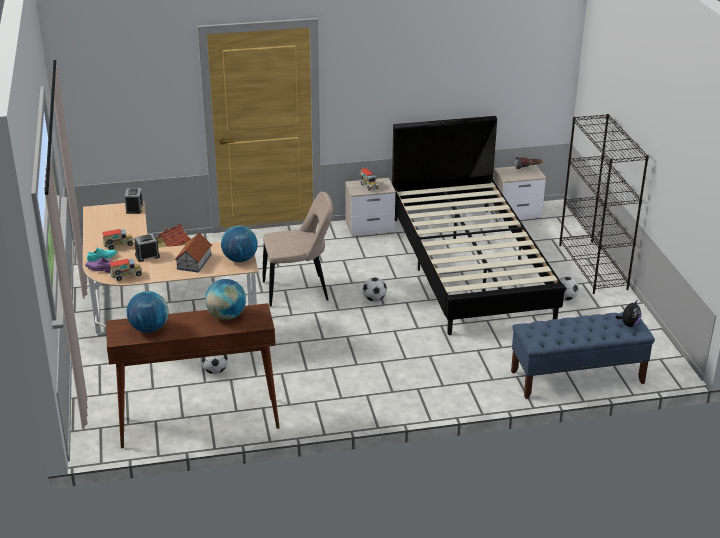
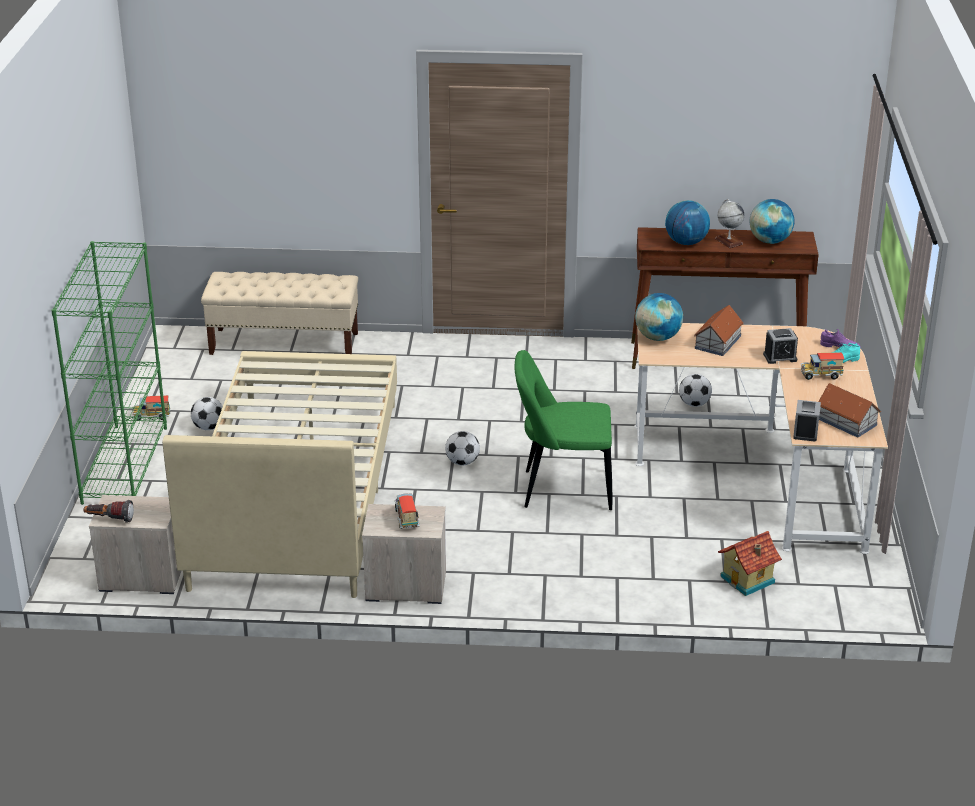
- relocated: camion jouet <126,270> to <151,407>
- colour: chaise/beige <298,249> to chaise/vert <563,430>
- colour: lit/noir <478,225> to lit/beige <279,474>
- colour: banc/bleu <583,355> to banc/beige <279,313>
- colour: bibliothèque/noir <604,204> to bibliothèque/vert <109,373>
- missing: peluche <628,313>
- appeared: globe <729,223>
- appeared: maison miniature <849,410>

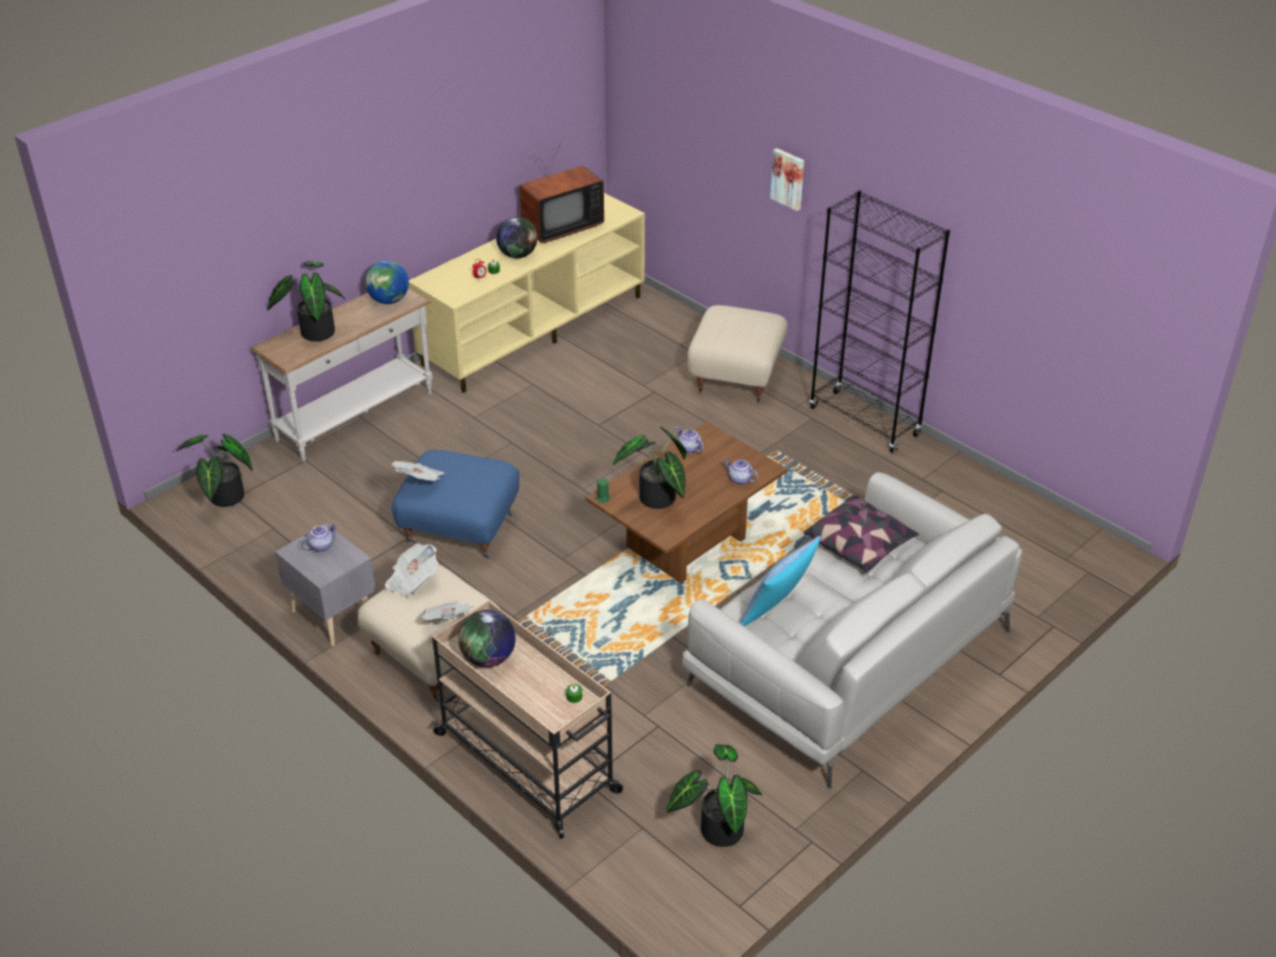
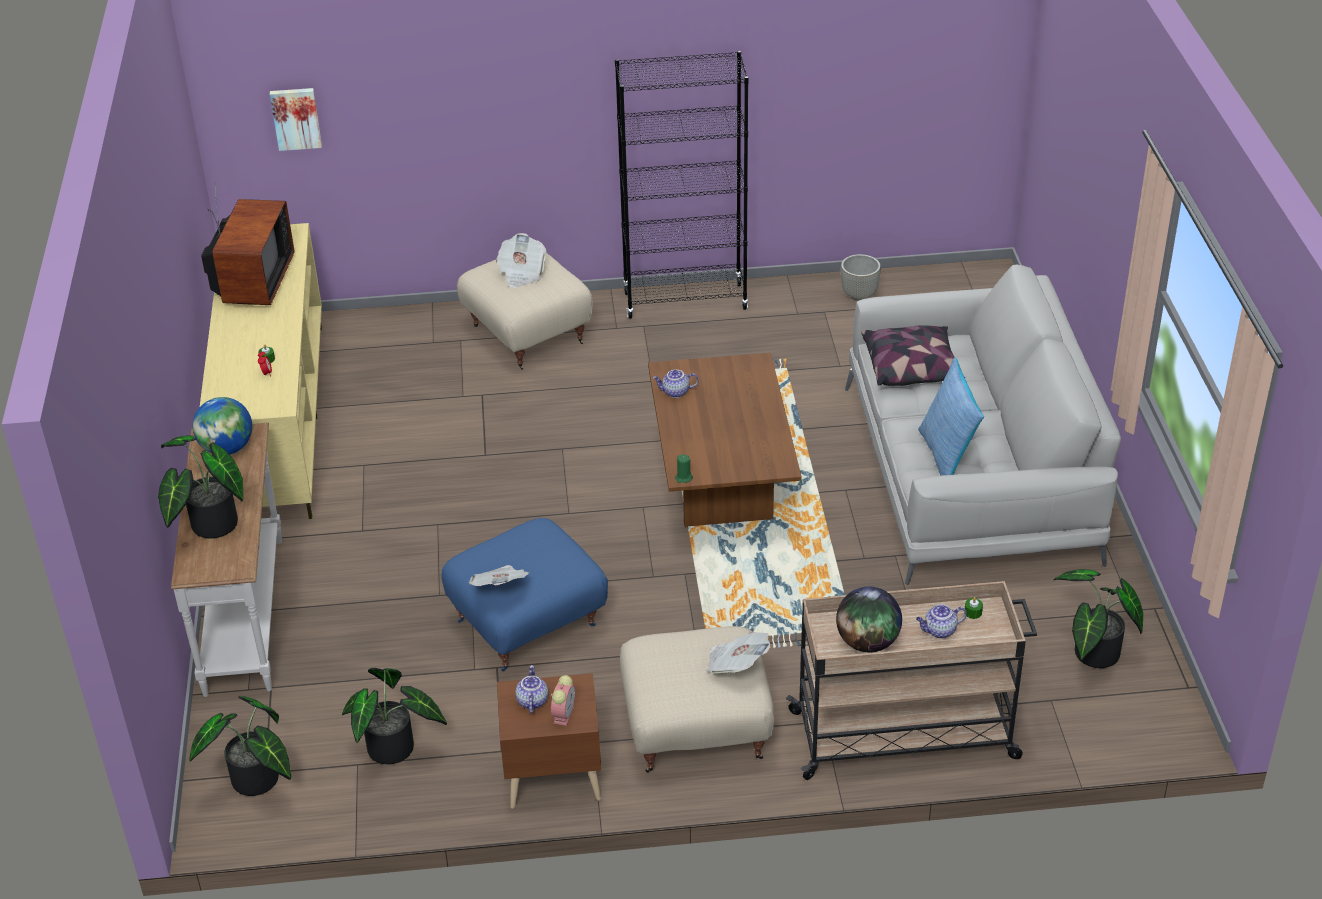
- colour: table de chevet/gris <325,584> to table de chevet/marron <549,741>
- relocated: journal <411,570> to <521,260>
- missing: globe <517,237>
- relocated: plante en pot <649,468> to <394,716>
- relocated: théière <741,471> to <941,621>
- relocated: tableau <787,179> to <296,119>
- appeared: réveil <563,700>
- appeared: cache-pot/gris <861,277>

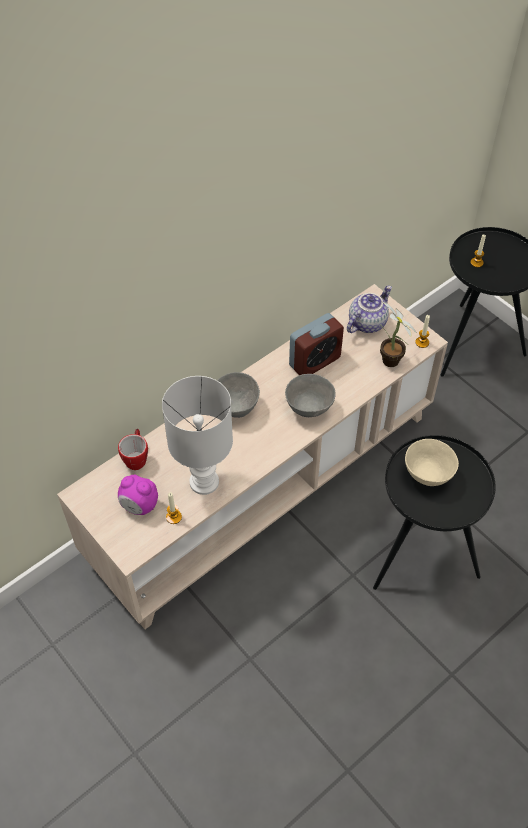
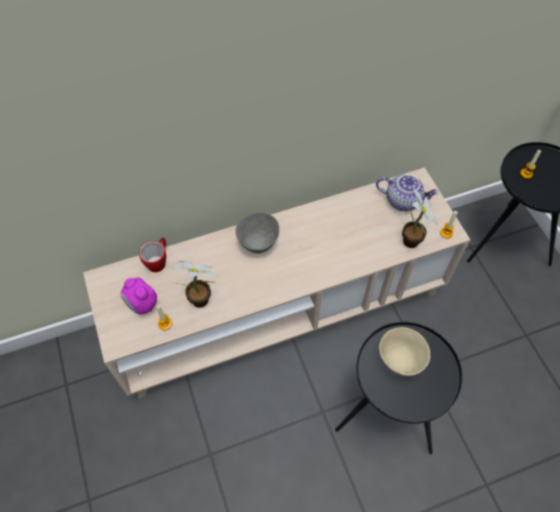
- exchanged: lampe de table/blanc <197,435> to plante en pot <193,284>
- missing: bol/gris <310,395>
- missing: réveil <316,344>
- spun: théière <369,309> = <407,192> 45 degrees clockwise

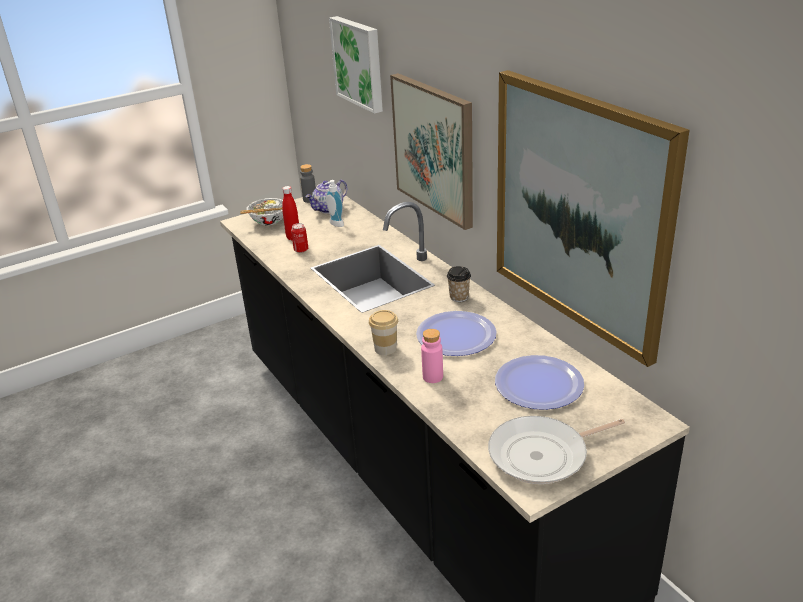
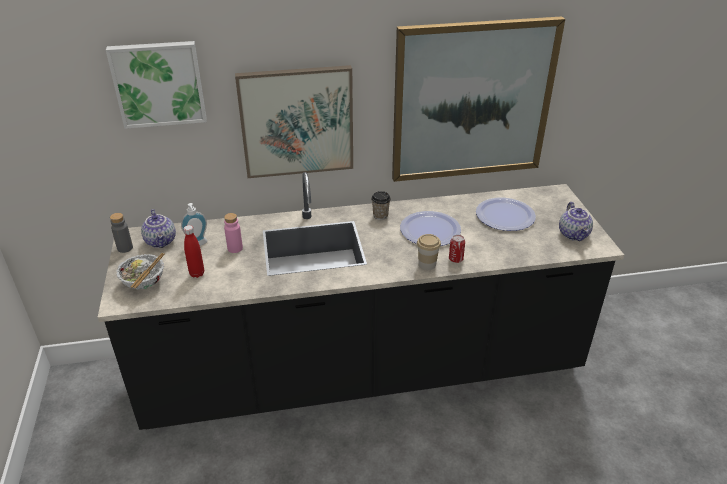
- relocated: boîte métallique <299,238> to <457,249>
- relocated: bouteille/rose <432,356> to <233,233>
- exchanged: poêle <556,450> to théière <576,221>

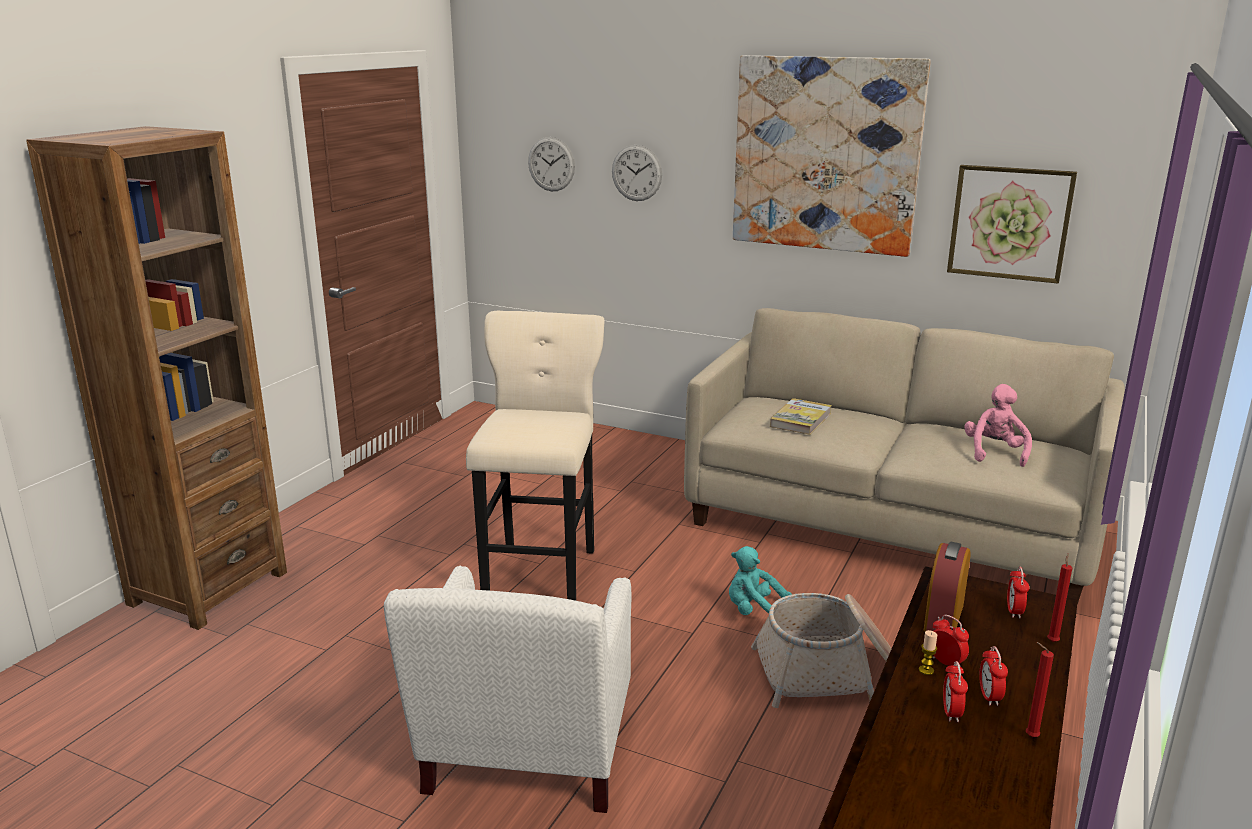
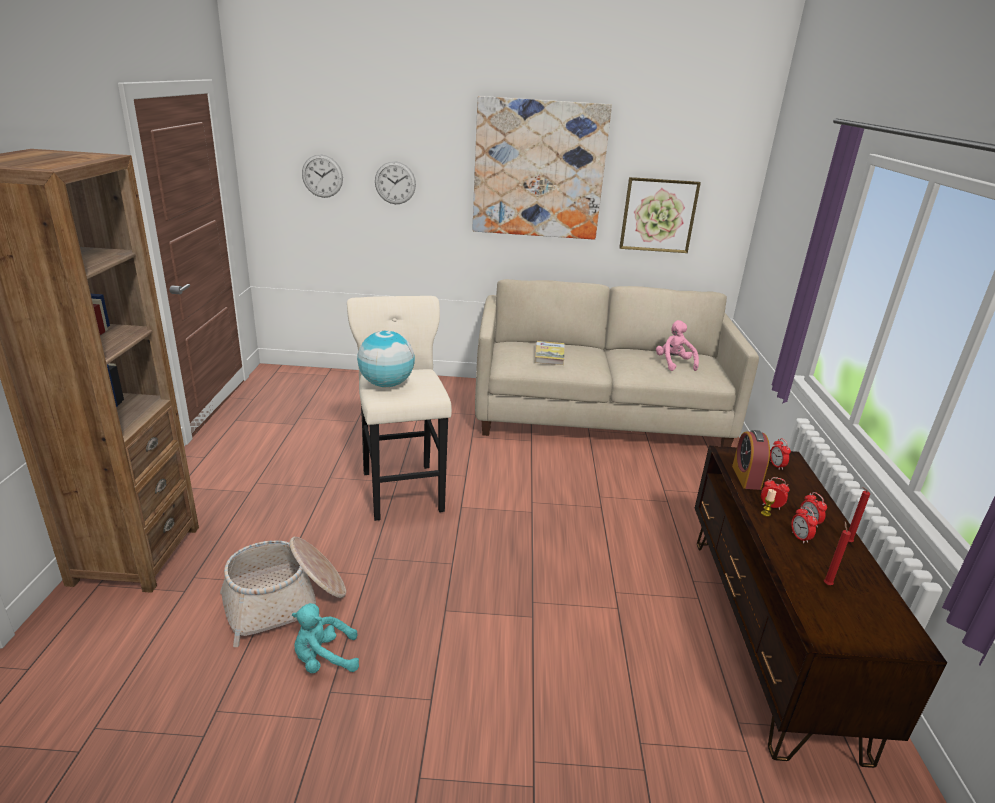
- missing: fauteuil/blanc <508,689>
- relocated: peluche/turquoise <760,580> to <325,638>
- relocated: panier <821,650> to <283,592>
- relocated: bougie/rouge <1059,597> to <837,553>
- appeared: globe <386,359>

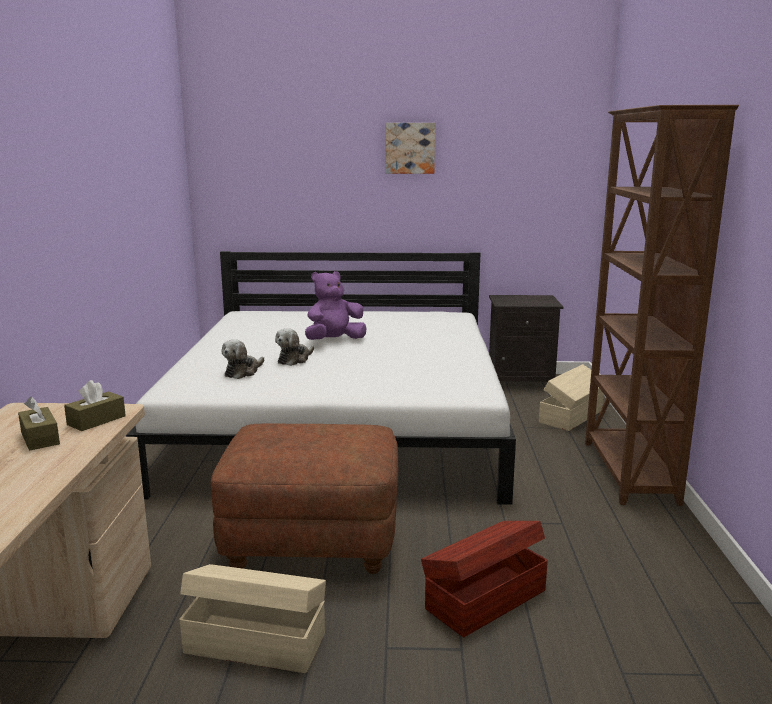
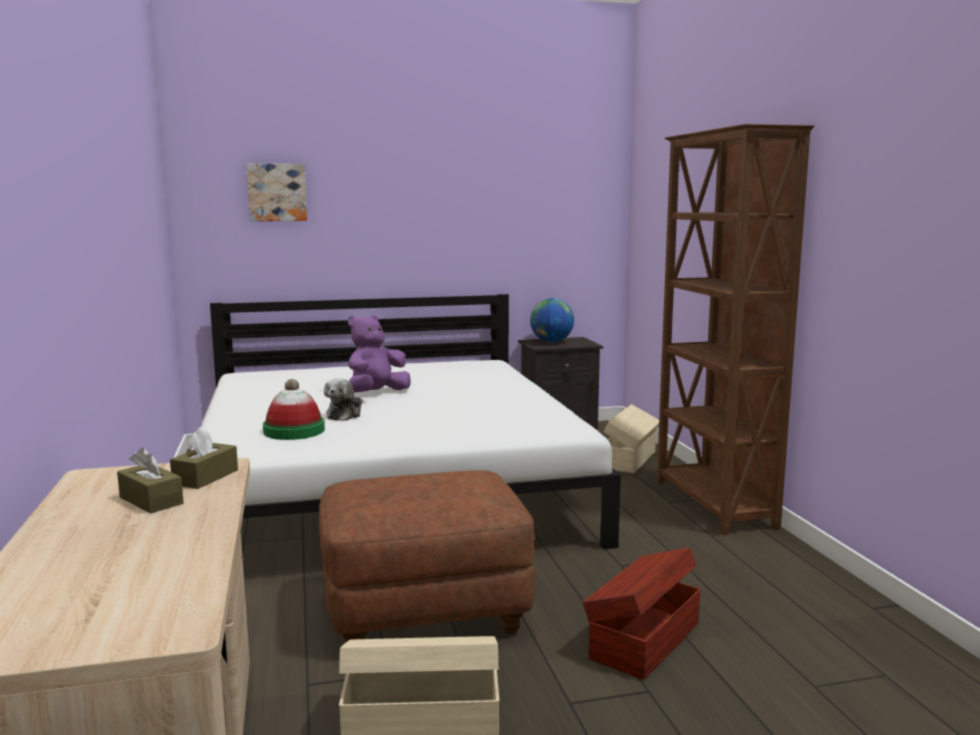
- exchanged: peluche <242,359> to chapeau <294,409>
- relocated: tableau <410,148> to <276,192>
- appeared: globe <552,320>

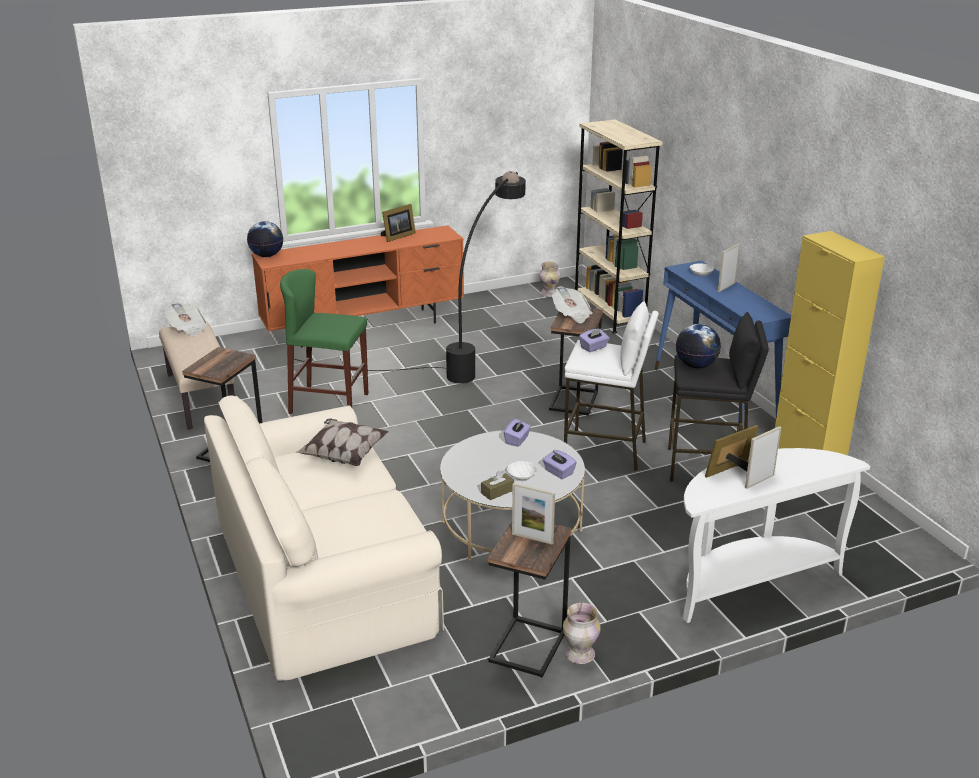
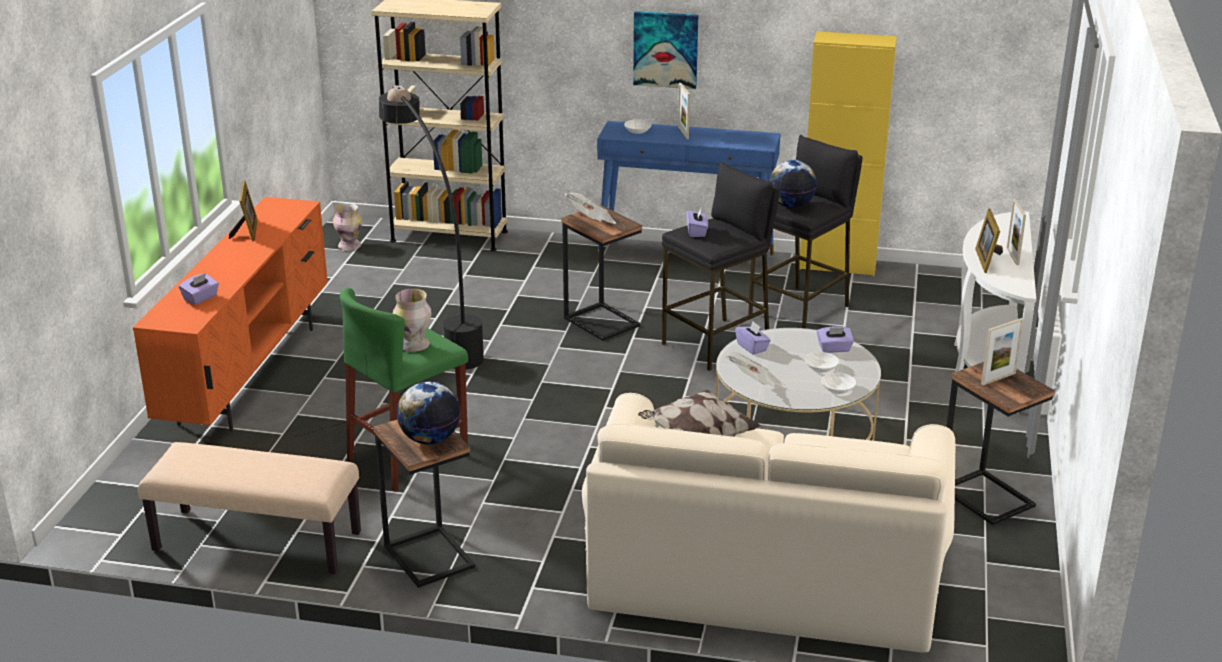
- relocated: journal <186,320> to <755,369>
- relocated: globe <265,239> to <428,413>
- exchanged: boîte à mouchoirs/marron <497,485> to bol/blanc <838,383>
- relocated: vase <581,633> to <412,320>
- colour: tabouret/blanc <611,387> to tabouret/noir <721,266>
- appeared: boîte à mouchoirs/violet <199,289>
- appeared: tableau <665,50>

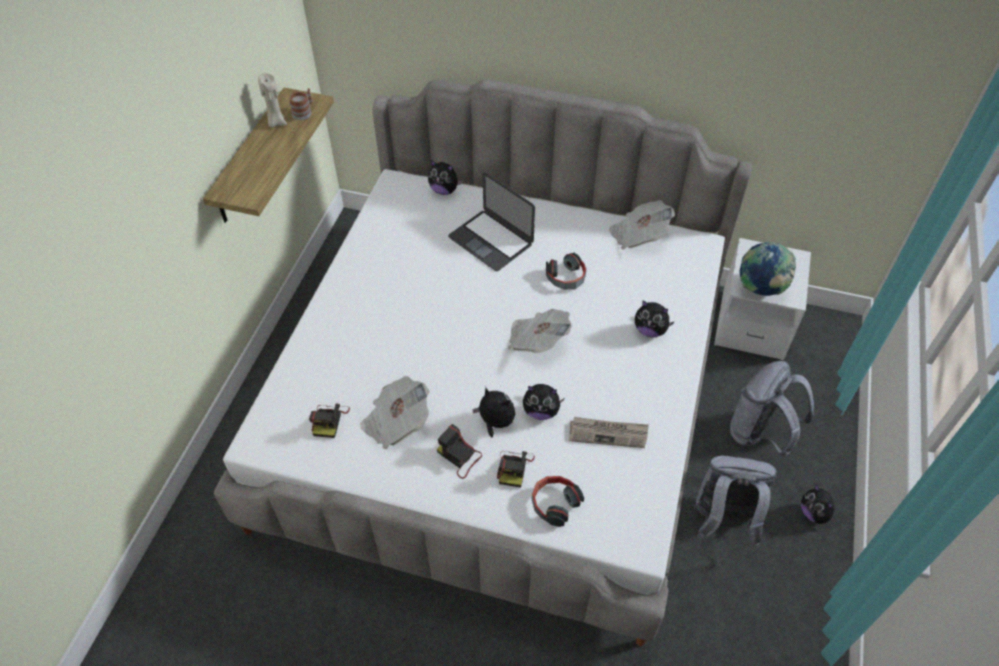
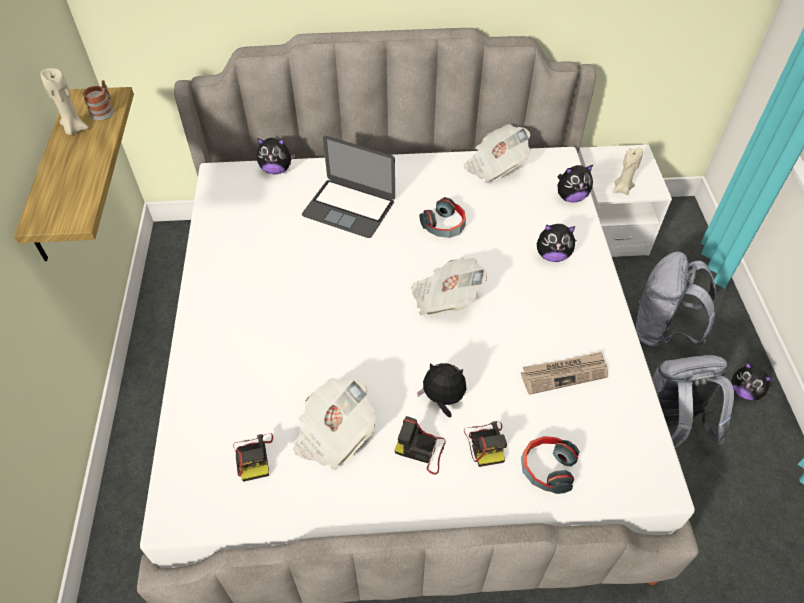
- relocated: peluche <543,402> to <575,183>
- exchanged: globe <767,269> to bougie/beige <628,171>

